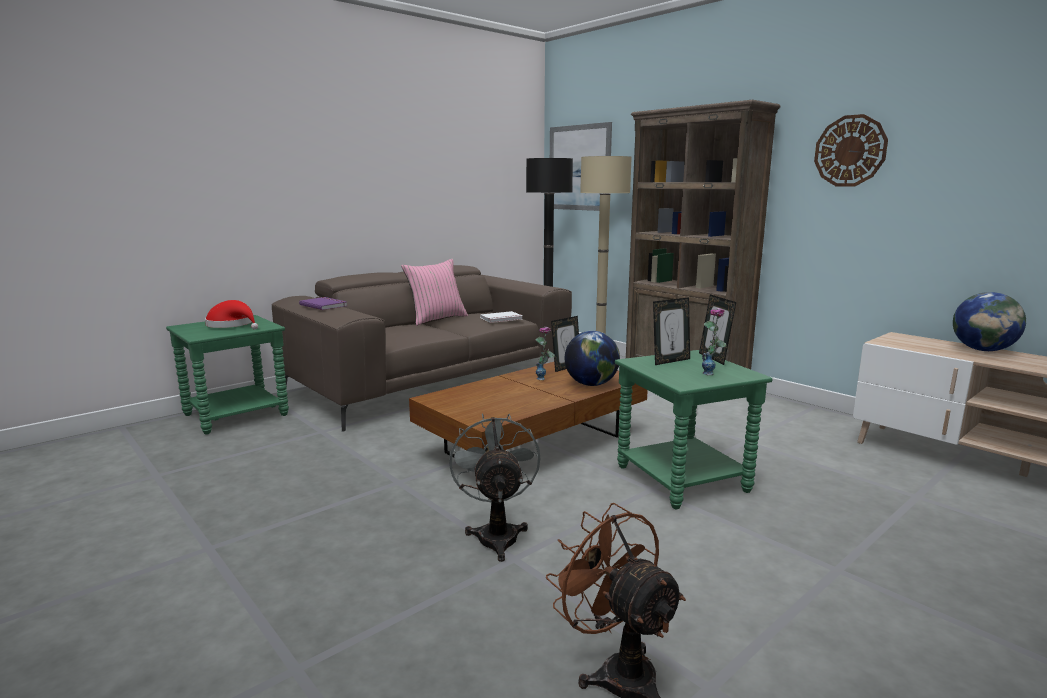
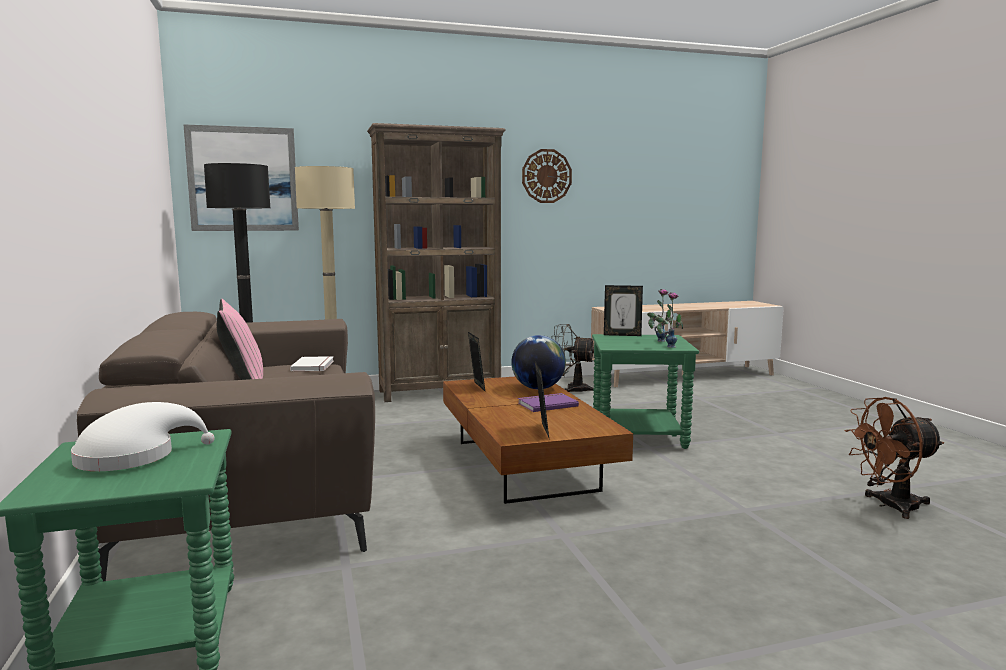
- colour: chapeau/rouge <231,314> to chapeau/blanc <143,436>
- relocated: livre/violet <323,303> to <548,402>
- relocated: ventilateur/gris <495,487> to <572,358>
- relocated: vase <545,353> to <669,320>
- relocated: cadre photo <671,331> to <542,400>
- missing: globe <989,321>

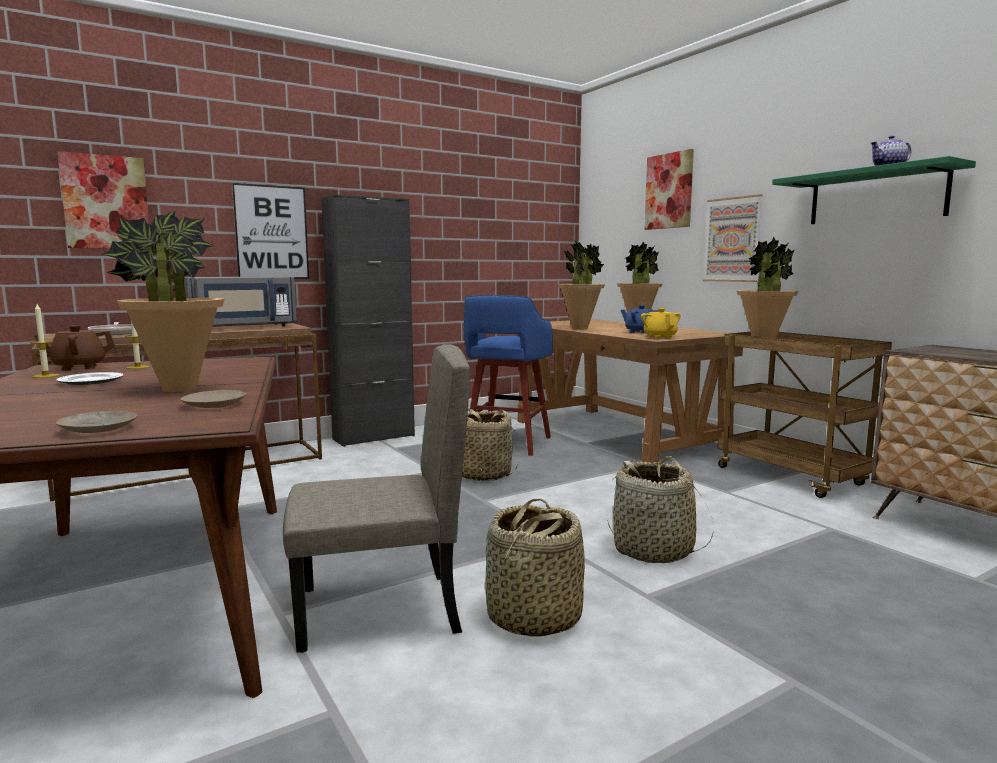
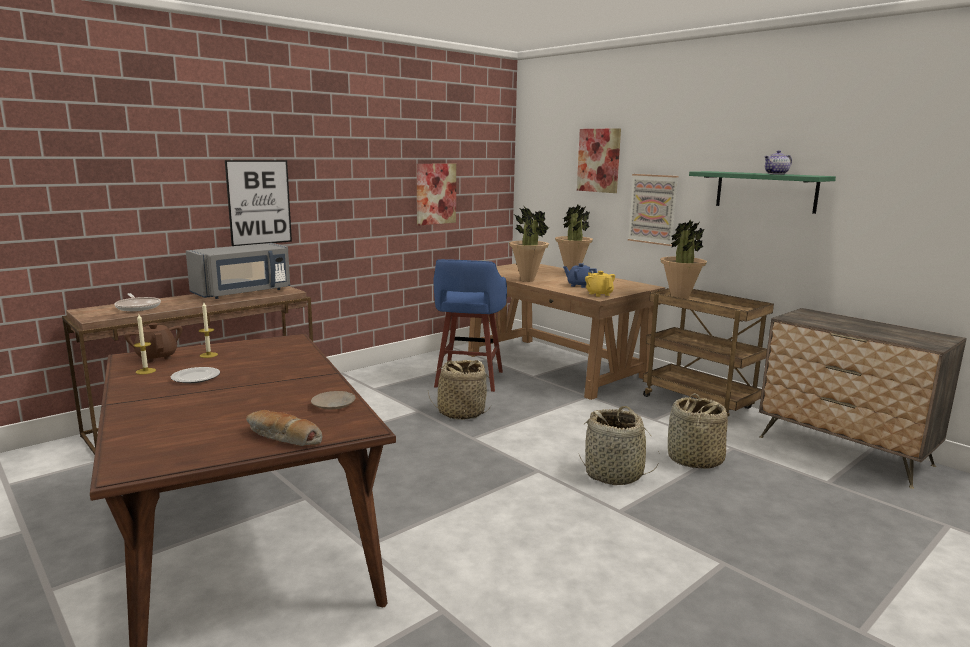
- spun: théière/marron <75,348> = <153,343> 90 degrees clockwise
- exchanged: assiette/beige <96,422> to pain <284,428>
- relocated: tableau <103,200> to <436,194>
- missing: plante en pot <163,301>
- missing: chaise/beige <376,498>
- missing: meuble de rangement/noir <368,320>
- relocated: panier <535,567> to <698,431>

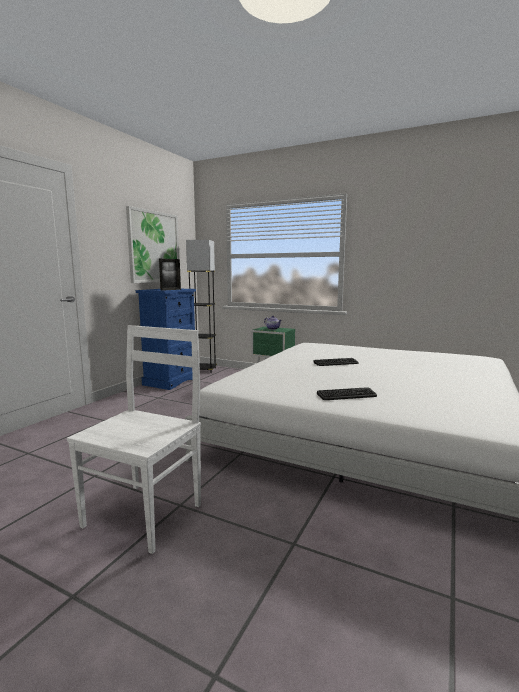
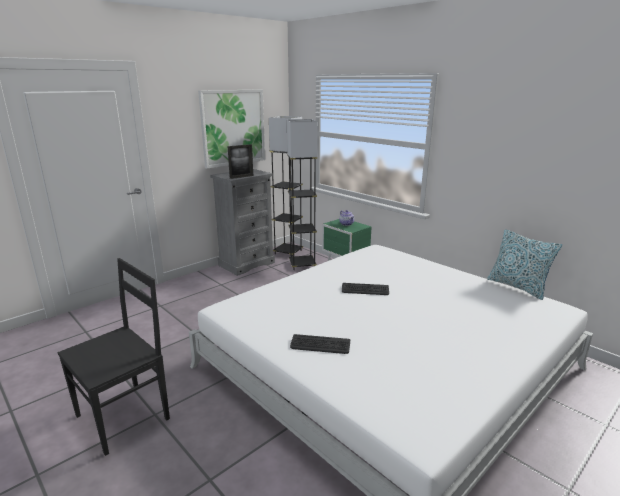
- colour: chaise/blanc <134,439> to chaise/noir <114,357>
- colour: commode/bleu <166,339> to commode/gris <242,222>
- appeared: lampadaire/gris <302,194>
- appeared: coussin <525,265>

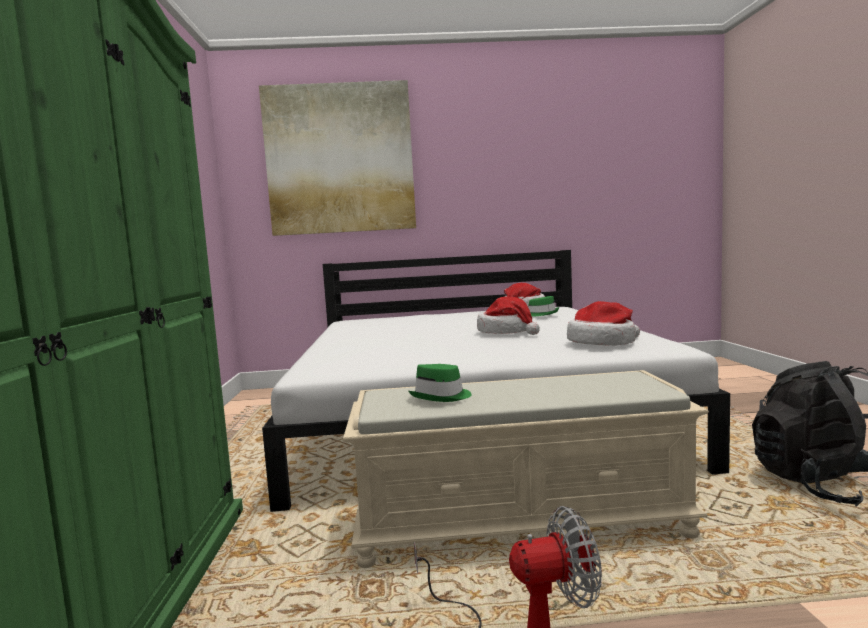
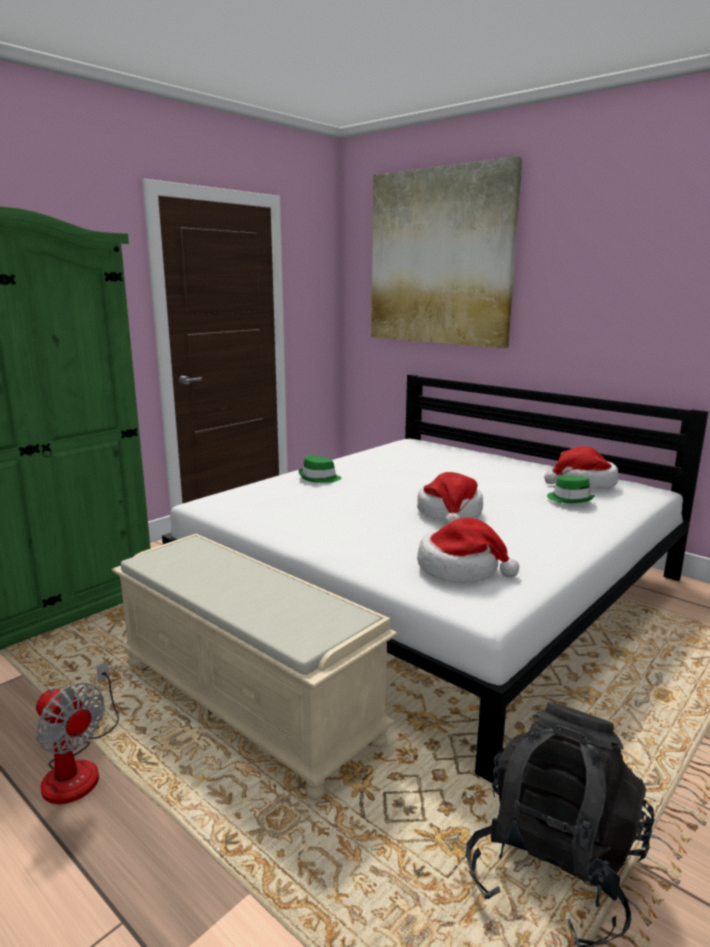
- relocated: chapeau/vert <440,383> to <319,469>

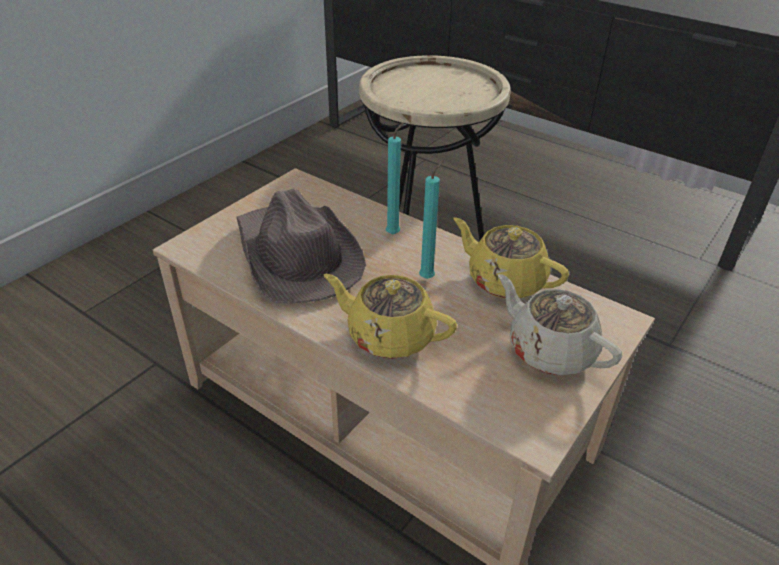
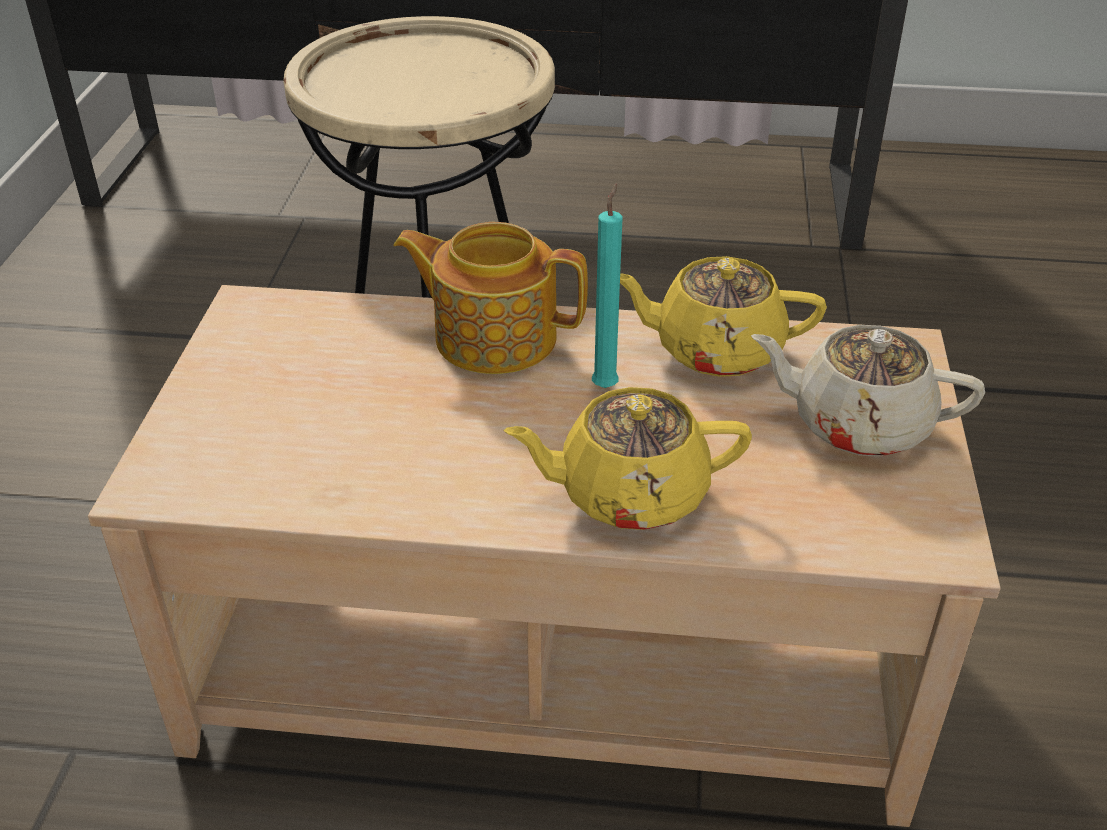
- missing: chapeau/marron <301,246>
- exchanged: bougie/turquoise <395,179> to théière <490,298>

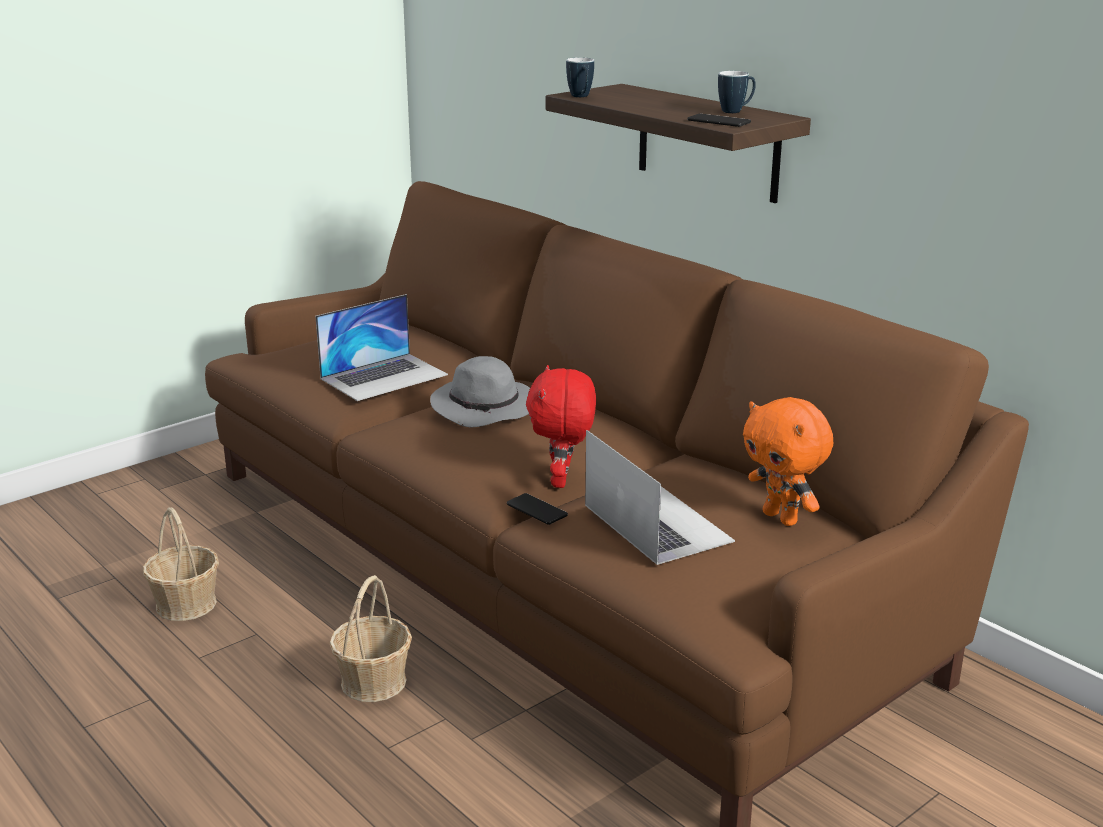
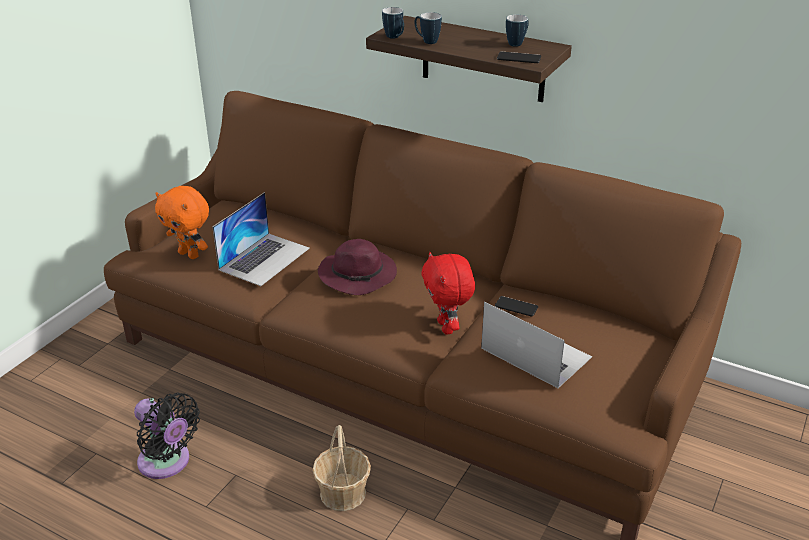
- exchanged: panier <181,564> to ventilateur/noir <167,436>
- colour: chapeau/gris <480,391> to chapeau/violet <357,267>
- relocated: téléphone <537,509> to <516,306>
- relocated: peluche/orange <788,461> to <182,222>
- appeared: mug <428,28>

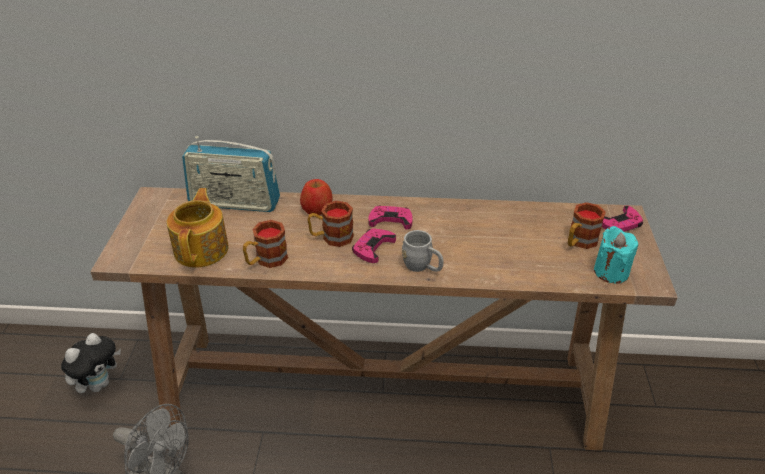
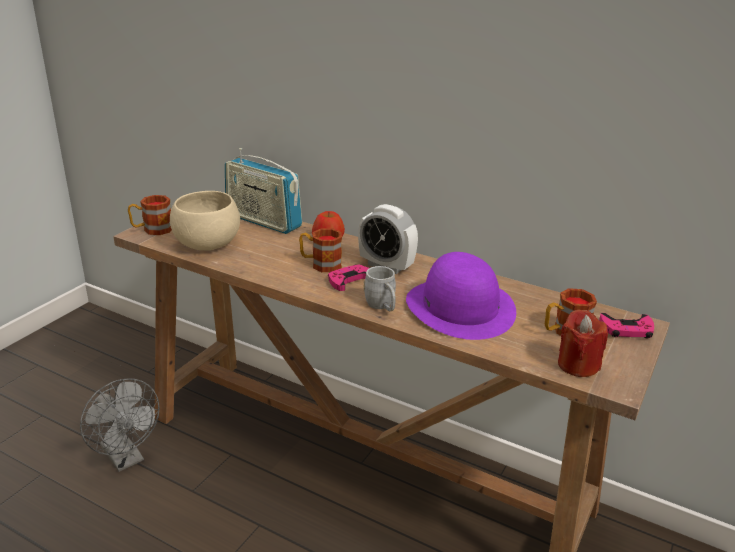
- missing: peluche <91,363>
- exchanged: théière <197,228> to bol/beige <205,221>
- relocated: mug <265,244> to <150,215>
- exchanged: manette/rose <390,218> to réveil <388,239>
- colour: bougie/turquoise <616,254> to bougie/rouge <583,343>
- appeared: chapeau/violet <461,296>

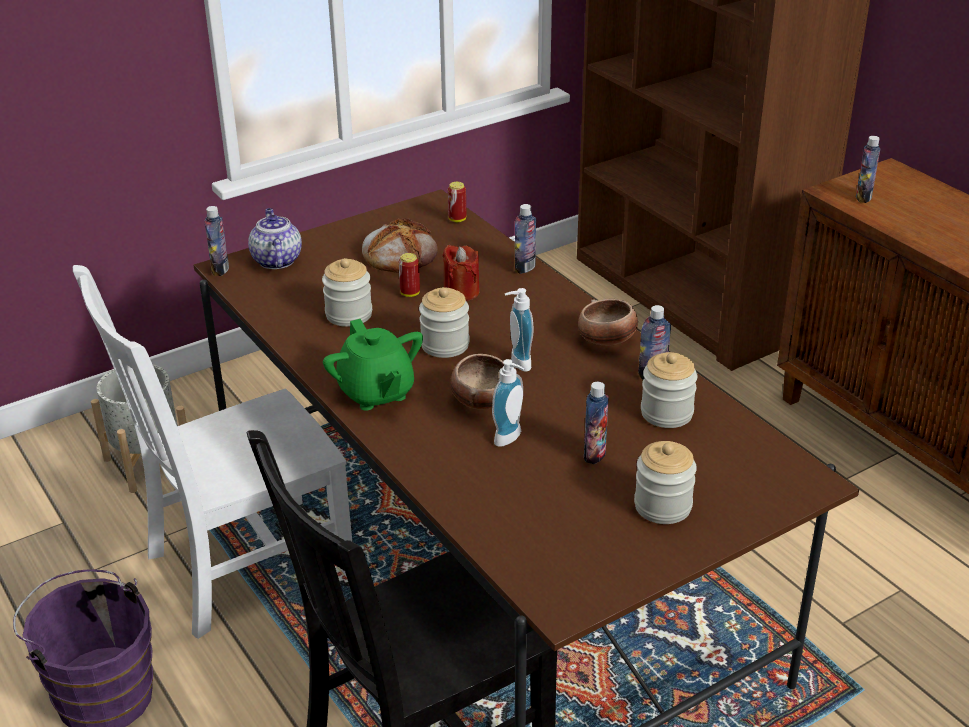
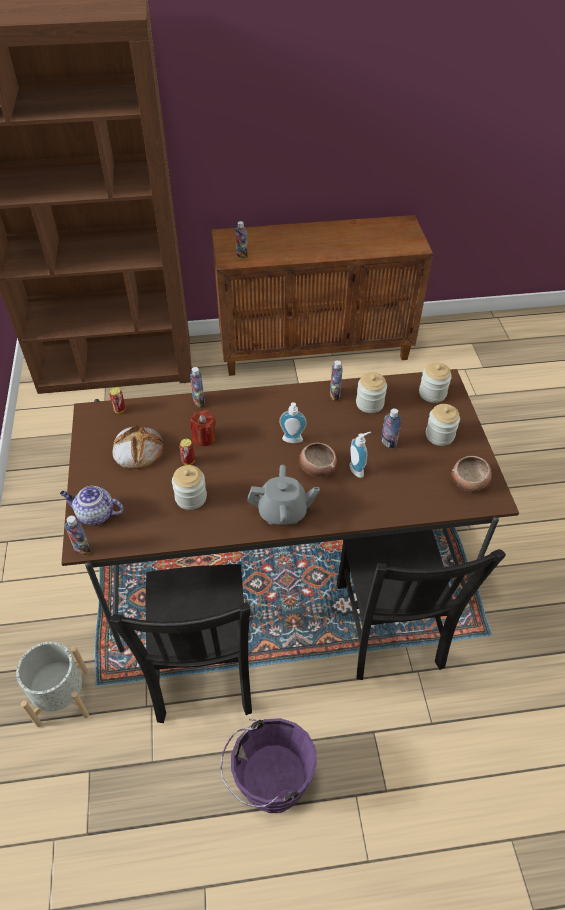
- colour: chaise/blanc <212,452> to chaise/noir <181,643>
- colour: théière/vert <373,365> to théière/gris <283,495>
- relocated: bocal <444,322> to <435,382>
- relocated: bol <608,322> to <471,474>

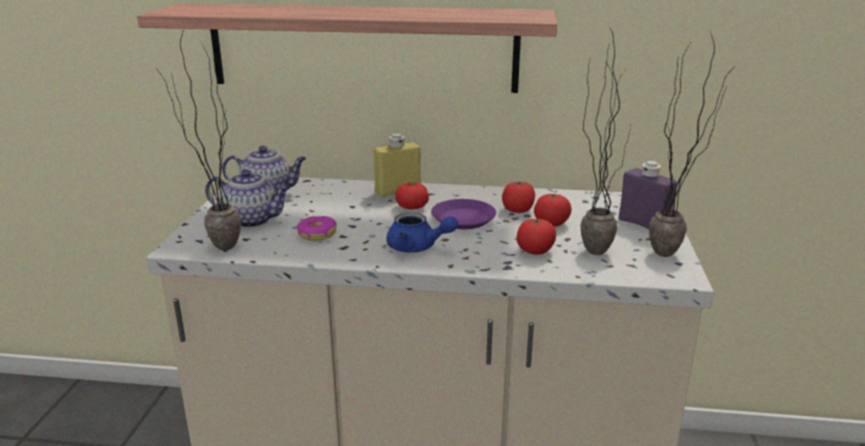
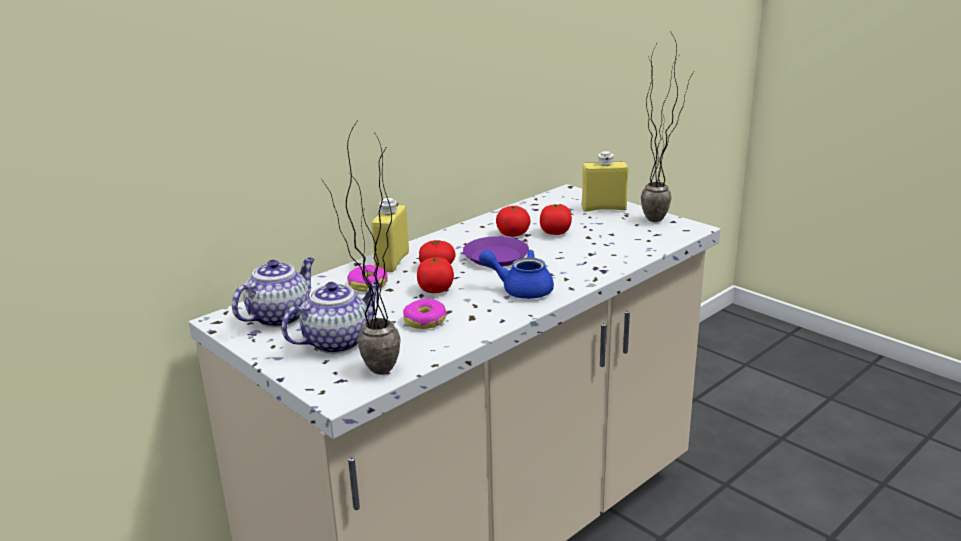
- missing: étagère <347,48>
- spun: théière/bleu <422,232> = <516,274> 135 degrees counterclockwise
- relocated: tomate <536,236> to <435,275>
- missing: plante en pot <605,141>
- colour: bouteille/violet <648,195> to bouteille/jaune <605,181>
- appeared: beignet <367,278>

